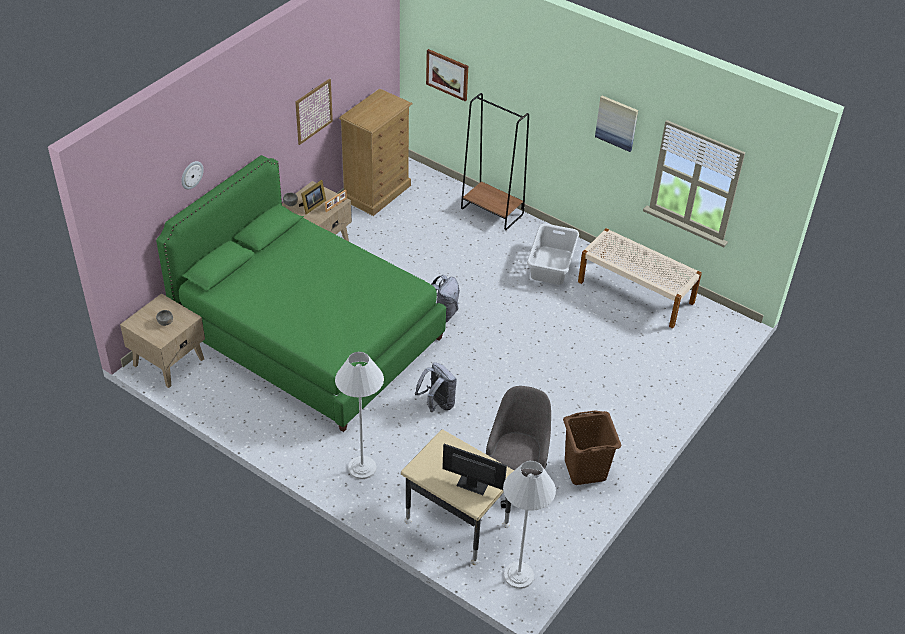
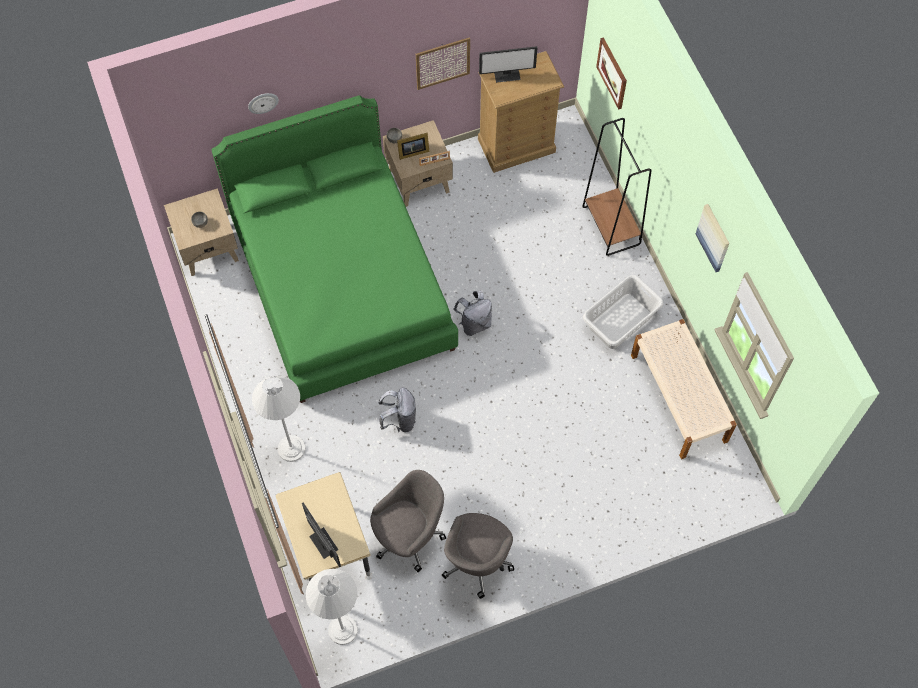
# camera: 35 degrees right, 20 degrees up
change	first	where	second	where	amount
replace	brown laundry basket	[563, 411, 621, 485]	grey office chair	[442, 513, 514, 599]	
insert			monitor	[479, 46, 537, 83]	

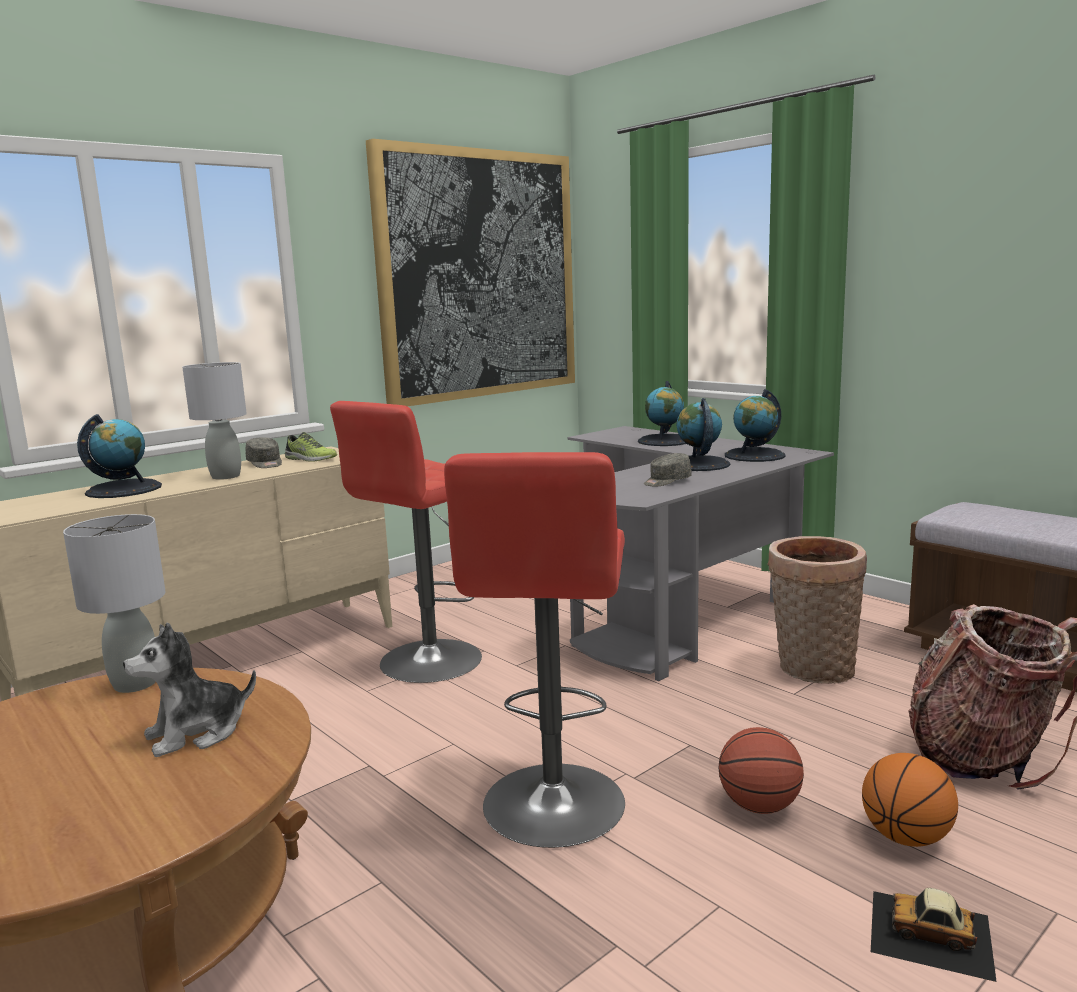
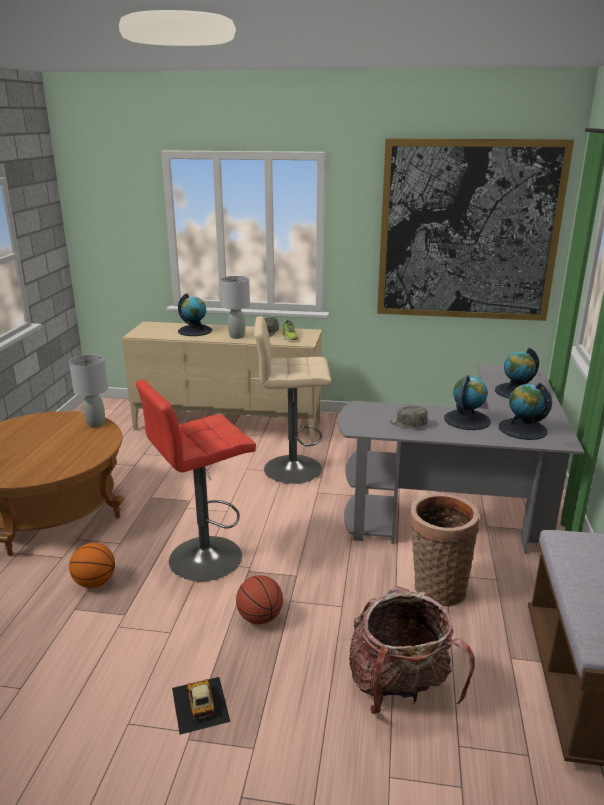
# camera: 50 degrees right, 10 degrees up
change	first	where	second	where	amount
delete	plush toy	[123, 622, 256, 757]			
recolor	red stool	[330, 401, 482, 683]	beige stool	[254, 316, 331, 484]	
move	basketball	[862, 753, 958, 847]		[69, 543, 115, 588]	

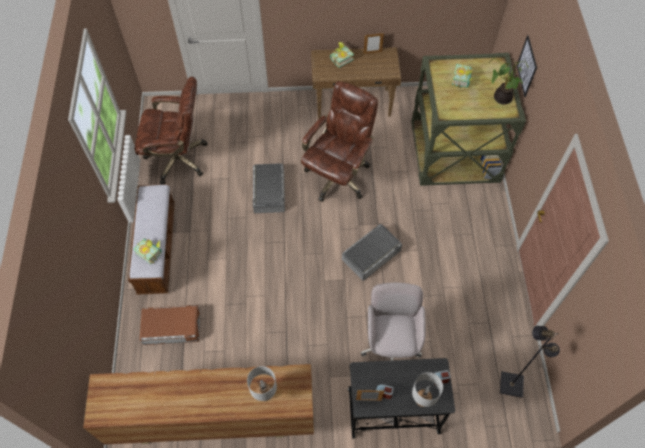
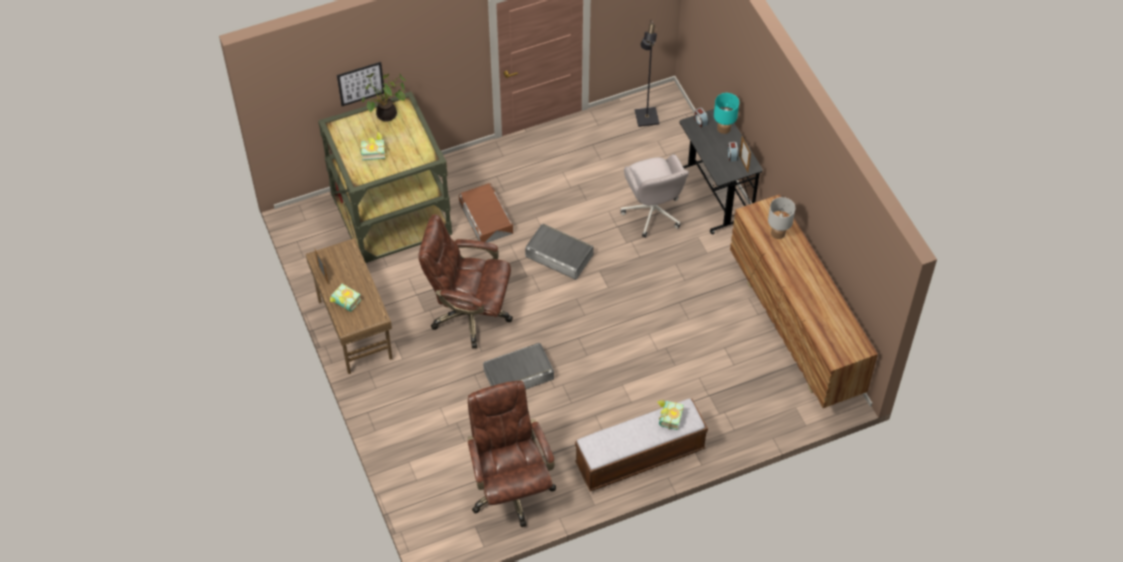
# camera: 110 degrees left, 5 degrees down
change	first	where	second	where	amount
move	brown storage box	[140, 305, 200, 345]		[459, 183, 513, 243]	
rotate	grey office chair	[361, 283, 426, 361]		[621, 154, 689, 237]	90 degrees counterclockwise
recolor	grey table lamp	[412, 372, 443, 407]	turquoise table lamp	[714, 93, 739, 134]	

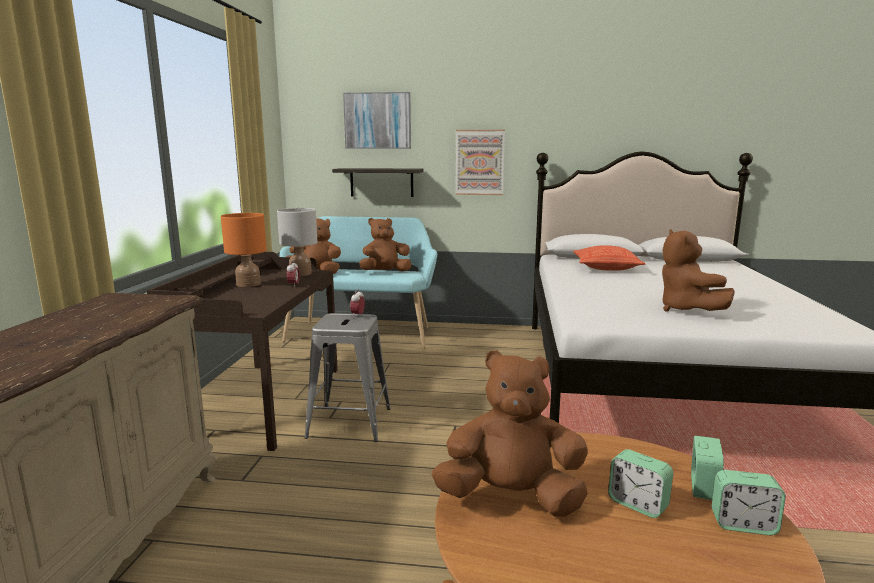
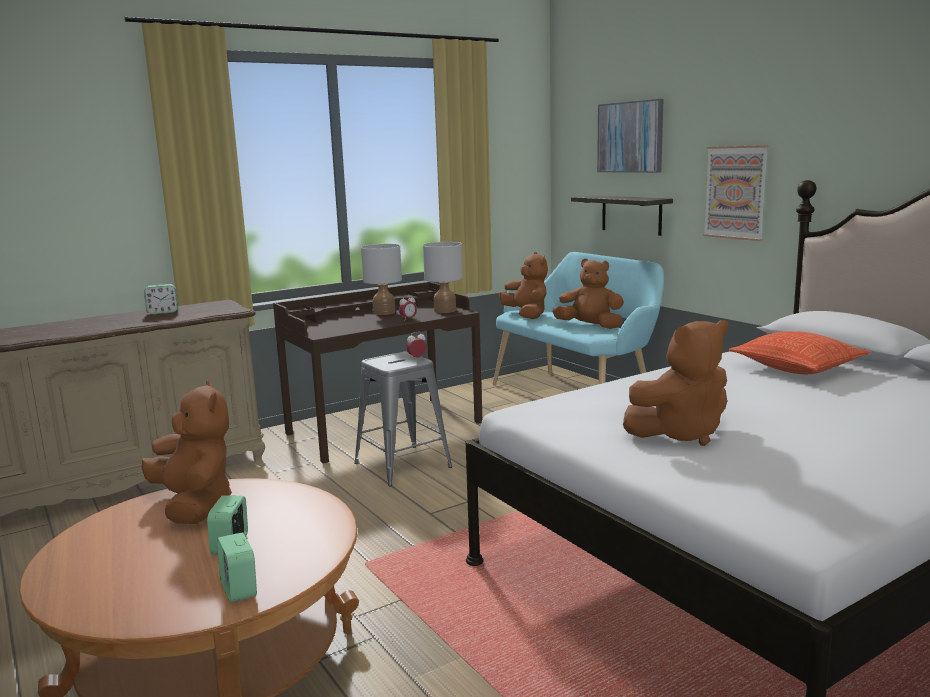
# camera: 50 degrees right, 0 degrees up
change	first	where	second	where	amount
recolor	orange table lamp	[221, 213, 267, 287]	grey table lamp	[361, 244, 402, 315]	
rotate	brown plush toy	[662, 229, 735, 312]		[623, 320, 728, 446]	150 degrees counterclockwise
move	alarm clock	[691, 436, 724, 500]		[144, 284, 178, 314]	

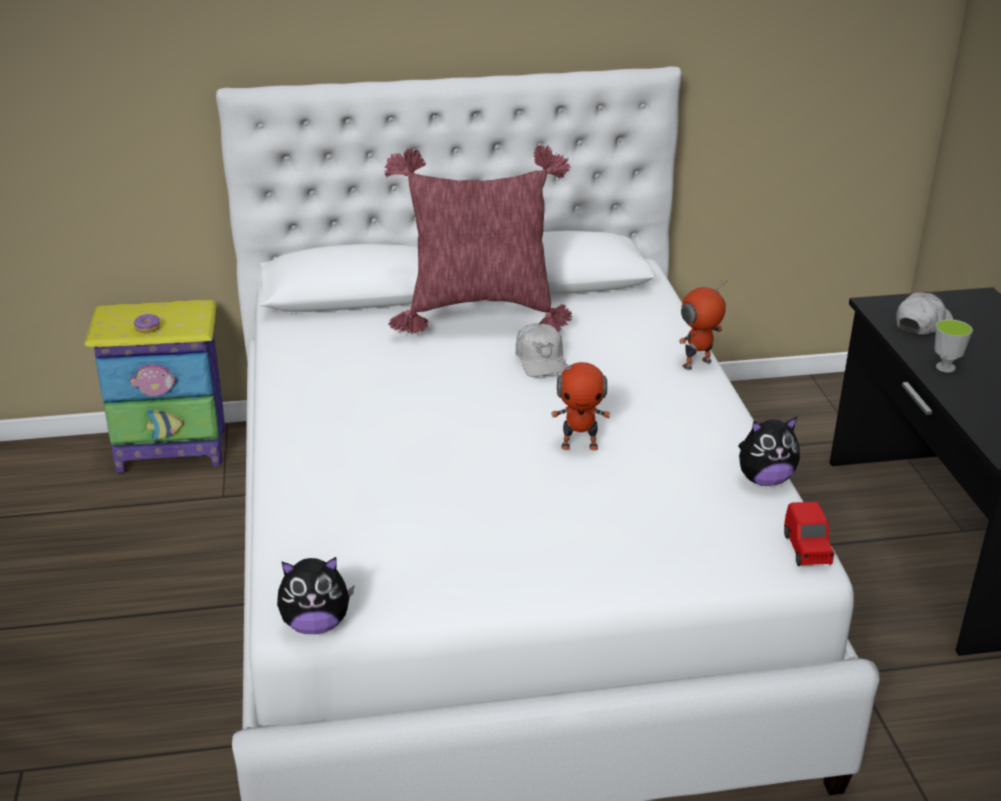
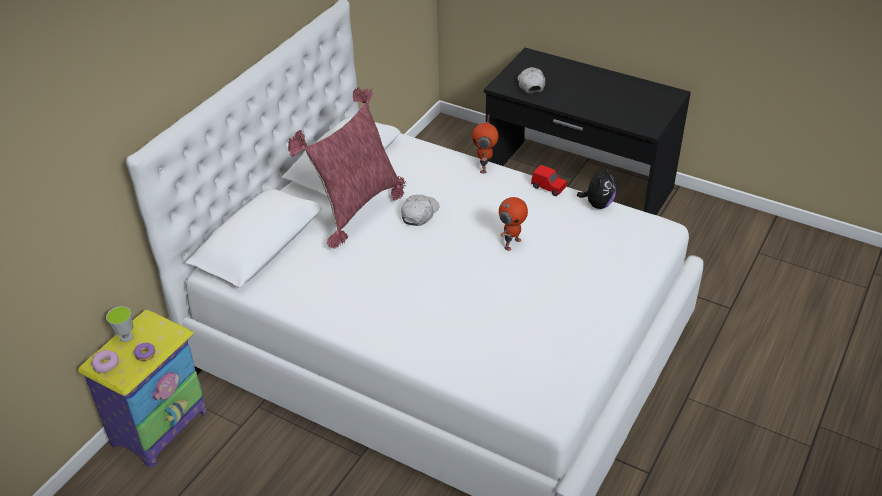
# camera: 50 degrees left, 10 degrees up
change	first	where	second	where	amount
delete	plush toy	[277, 557, 354, 634]			
rotate	white cap	[515, 323, 567, 377]		[401, 195, 440, 226]	90 degrees counterclockwise
move	red toy car	[784, 502, 834, 566]		[531, 165, 568, 196]	
move	cup	[934, 319, 973, 372]		[106, 306, 134, 342]	
insert			donut	[91, 350, 119, 373]	

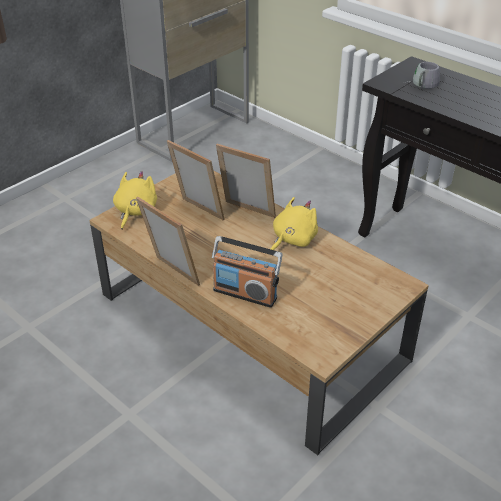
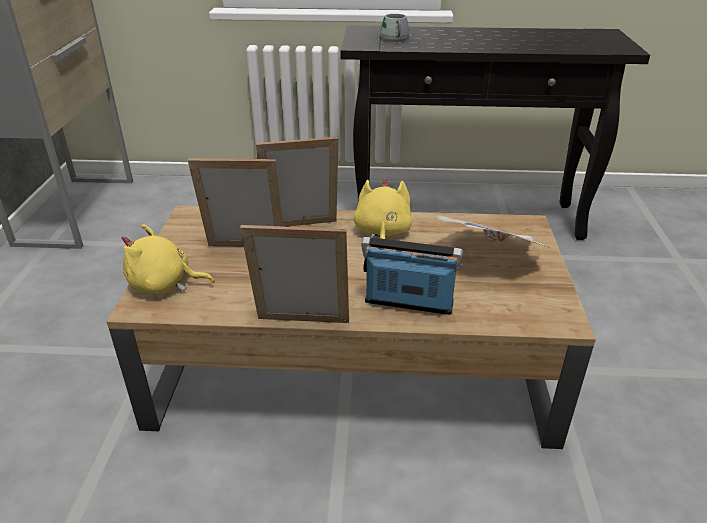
# camera: 40 degrees left, 5 degrees down
change	first	where	second	where	amount
rotate	yellow plush toy	[113, 171, 157, 230]		[122, 224, 215, 294]	60 degrees counterclockwise
rotate	radio	[212, 236, 282, 308]		[361, 237, 463, 315]	150 degrees counterclockwise
insert			newspaper	[436, 215, 547, 247]	

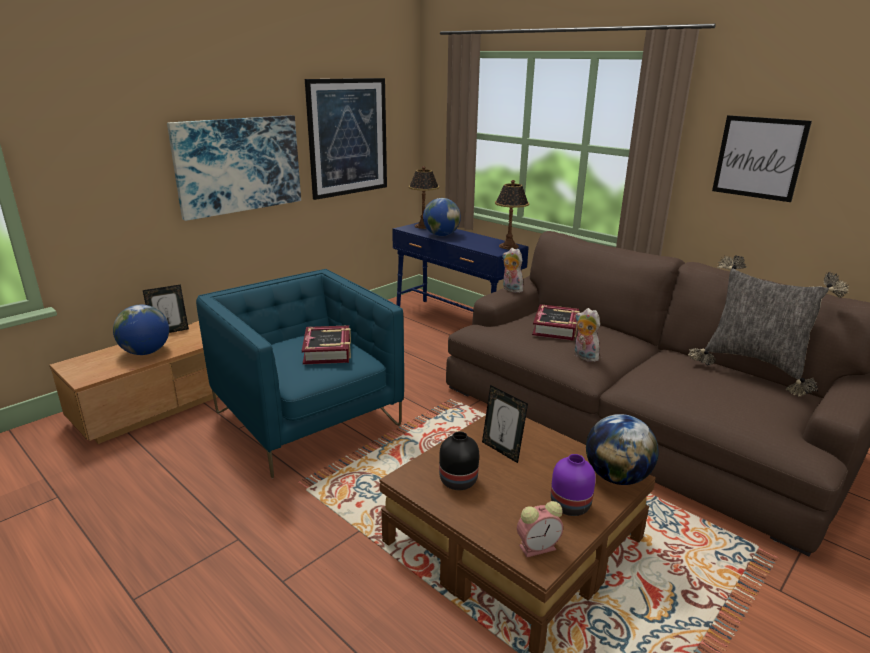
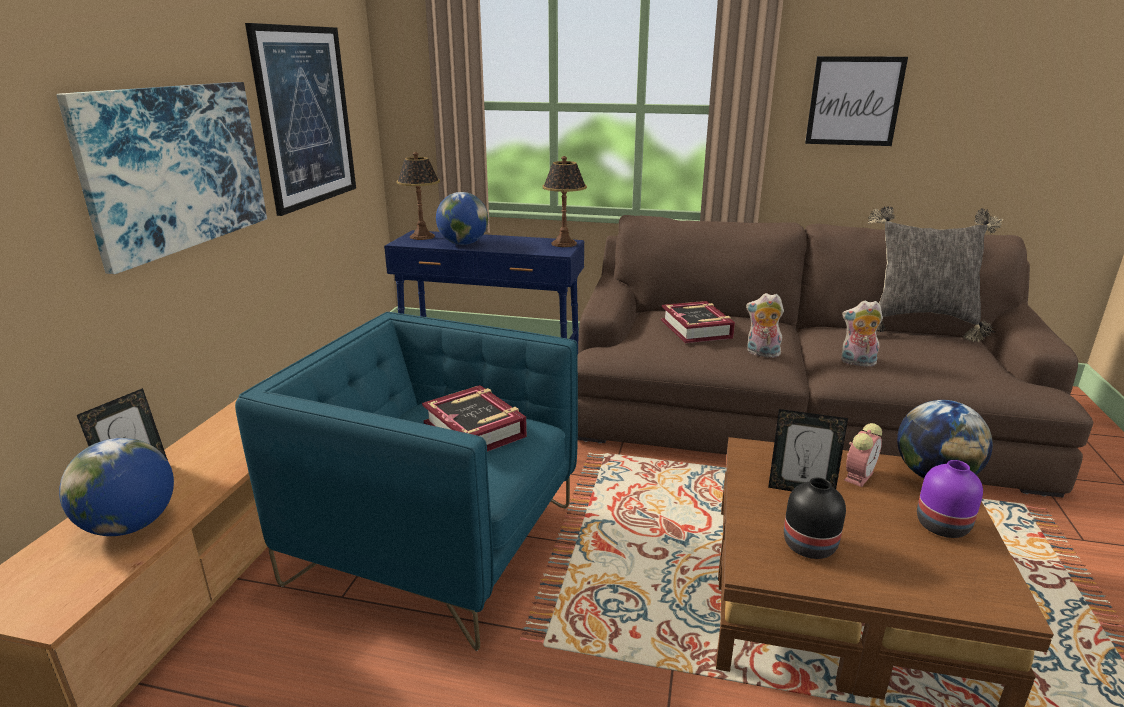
# camera: 30 degrees left, 0 degrees up
change	first	where	second	where	amount
move	plush toy	[503, 248, 524, 293]		[841, 301, 883, 367]	
move	alarm clock	[517, 501, 563, 557]		[844, 423, 882, 487]	

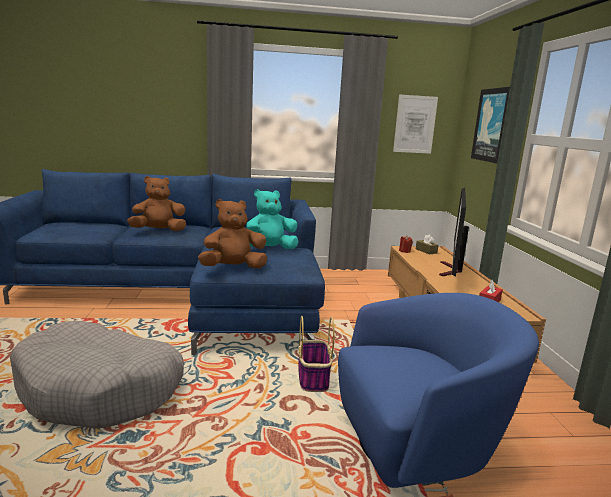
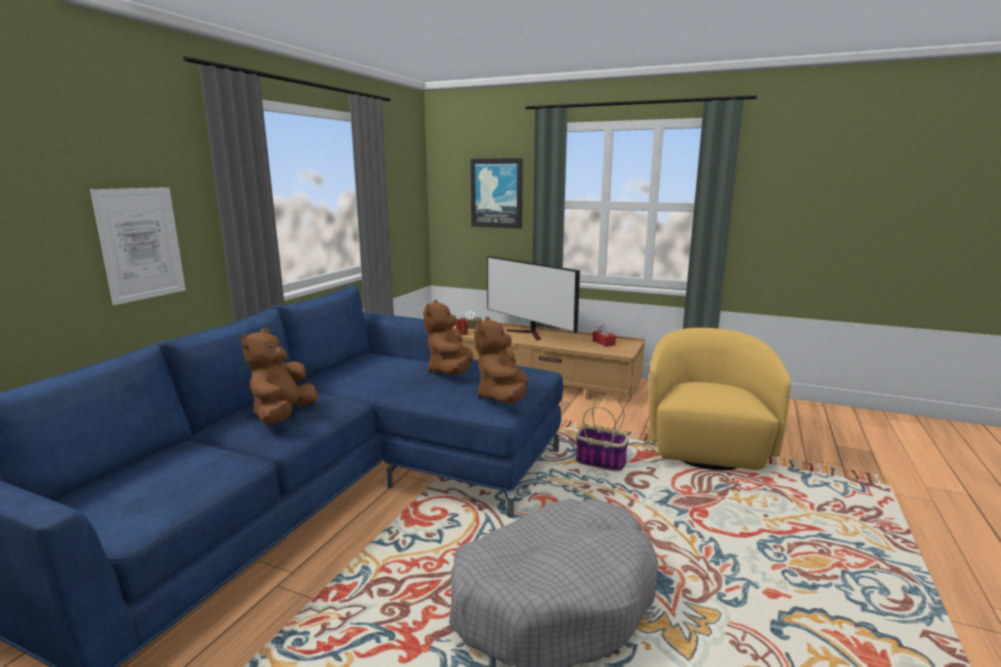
# camera: 60 degrees left, 0 degrees up
change	first	where	second	where	amount
recolor	turquoise plush toy	[246, 189, 299, 249]	brown plush toy	[423, 300, 474, 375]	
recolor	blue armchair	[338, 293, 539, 488]	yellow armchair	[649, 328, 791, 470]	
move	picture	[393, 95, 438, 154]		[90, 187, 186, 305]	

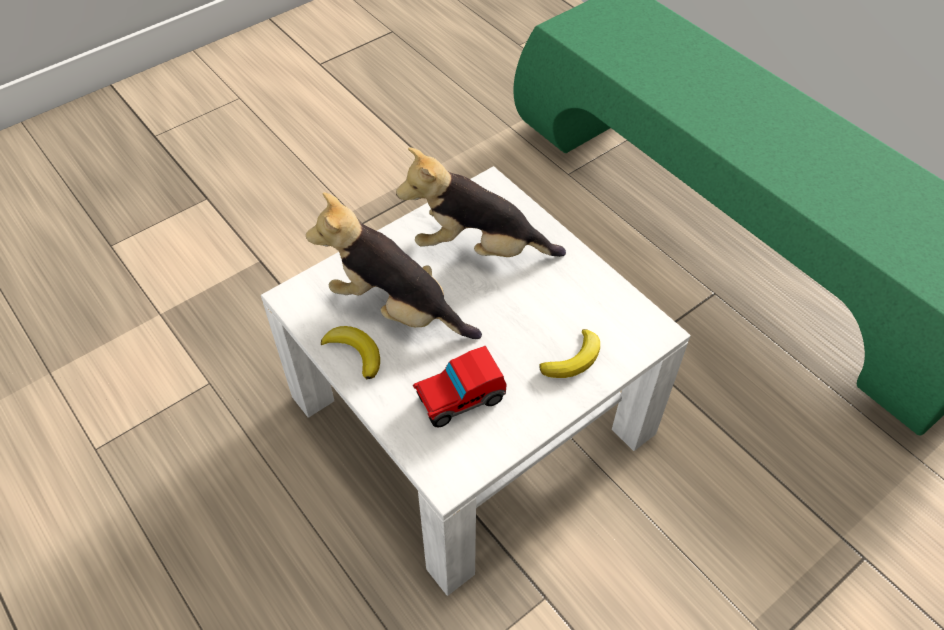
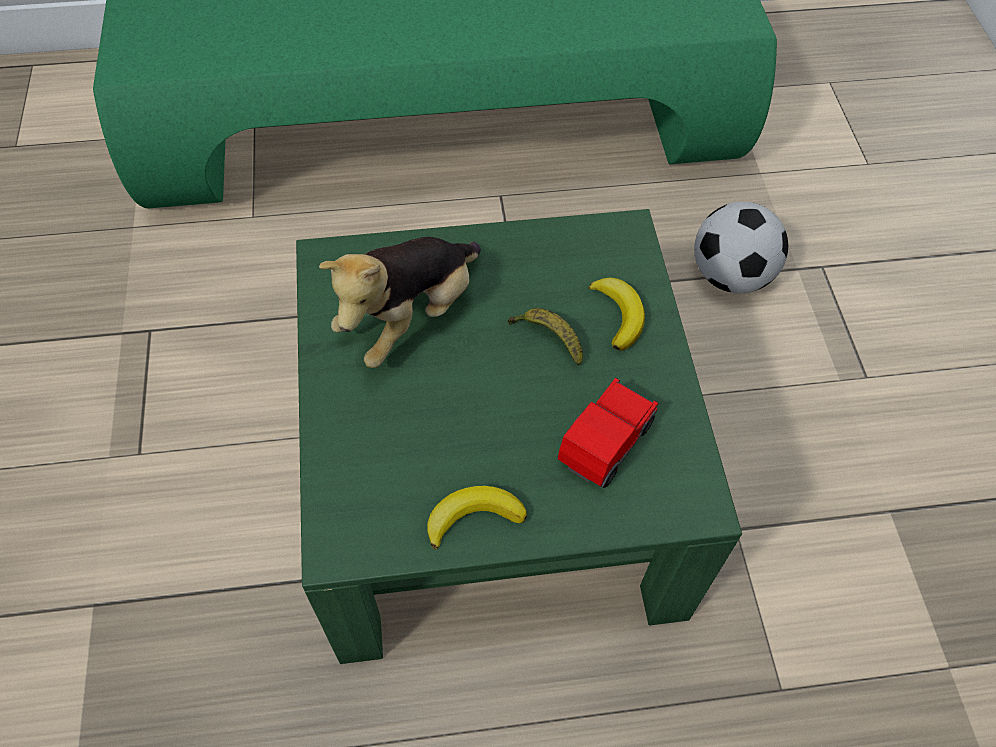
# camera: 60 degrees left, 5 degrees up
change	first	where	second	where	amount
recolor	white coffee table	[261, 166, 691, 596]	green coffee table	[296, 209, 742, 664]	
delete	plush toy	[306, 192, 482, 339]			
rotate	toy car	[413, 346, 506, 427]		[557, 378, 658, 488]	150 degrees counterclockwise
insert			banana	[508, 308, 583, 365]	
insert			football	[694, 202, 788, 293]	

